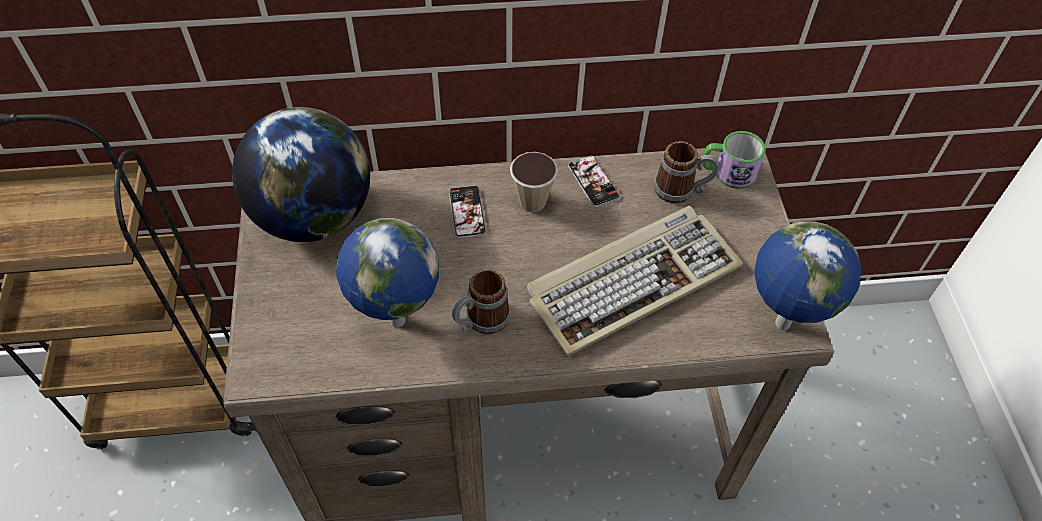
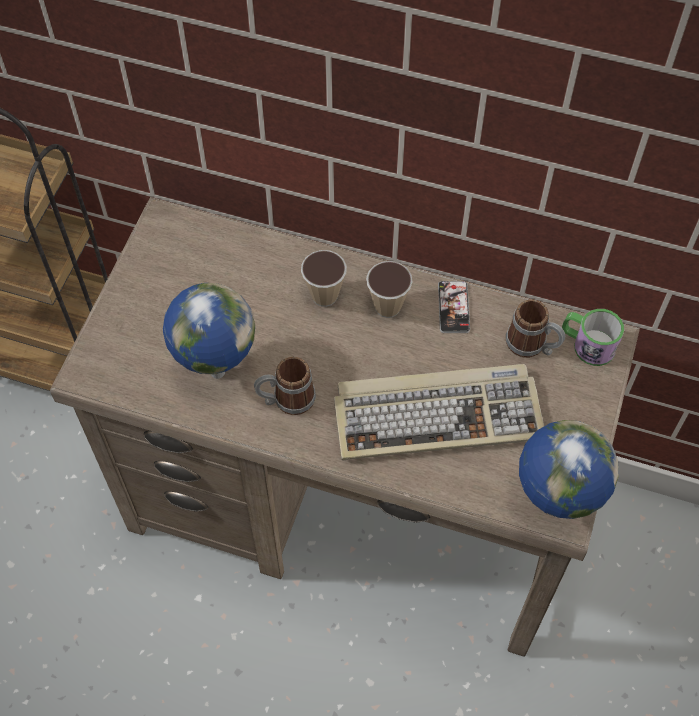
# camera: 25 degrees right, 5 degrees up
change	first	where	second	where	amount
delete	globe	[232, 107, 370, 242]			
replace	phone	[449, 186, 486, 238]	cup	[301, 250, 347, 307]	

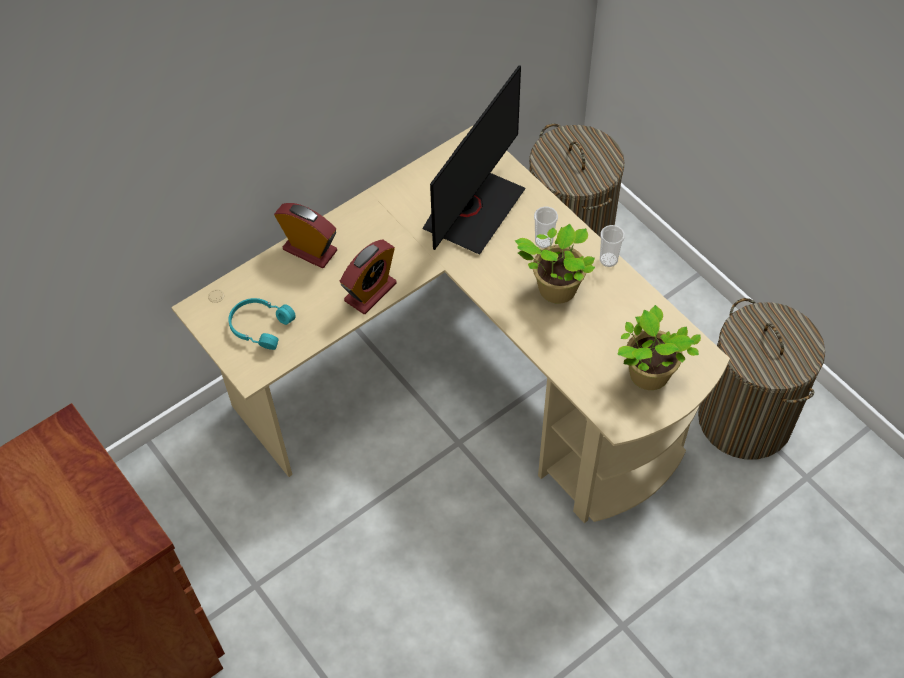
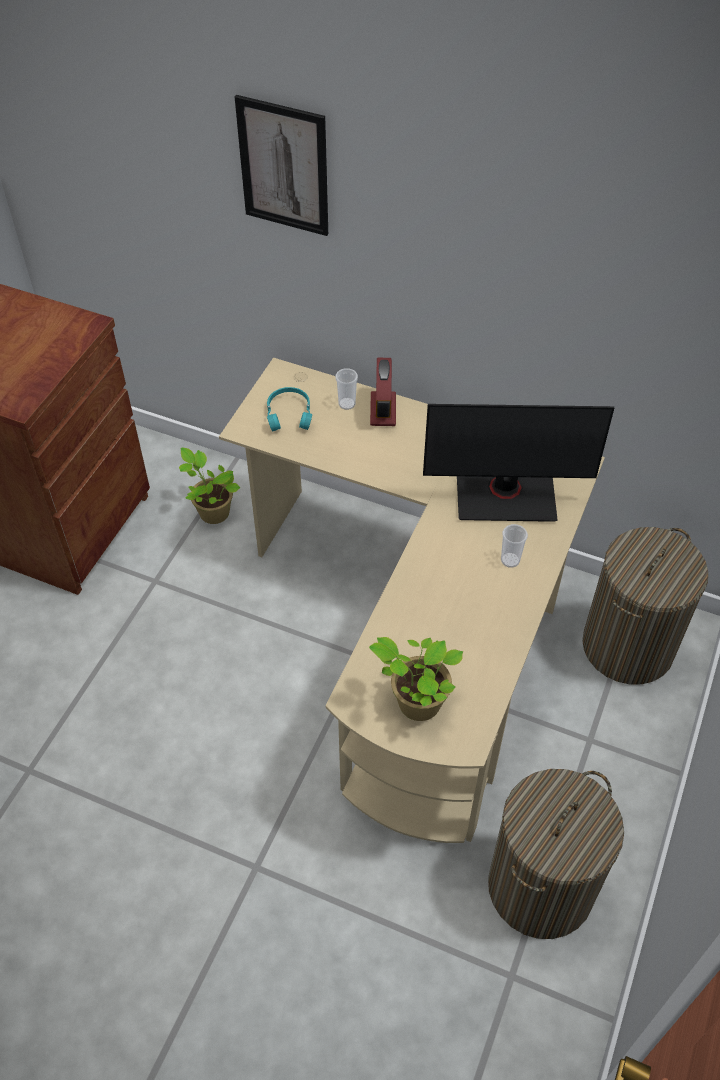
# camera: 60 degrees right, 5 degrees down
change	first	where	second	where	amount
delete	alarm clock	[340, 240, 397, 314]			
move	potted plant	[515, 224, 595, 304]		[179, 448, 241, 524]	
move	cup	[600, 225, 625, 267]		[336, 368, 358, 410]	
insert			picture	[235, 95, 328, 236]	

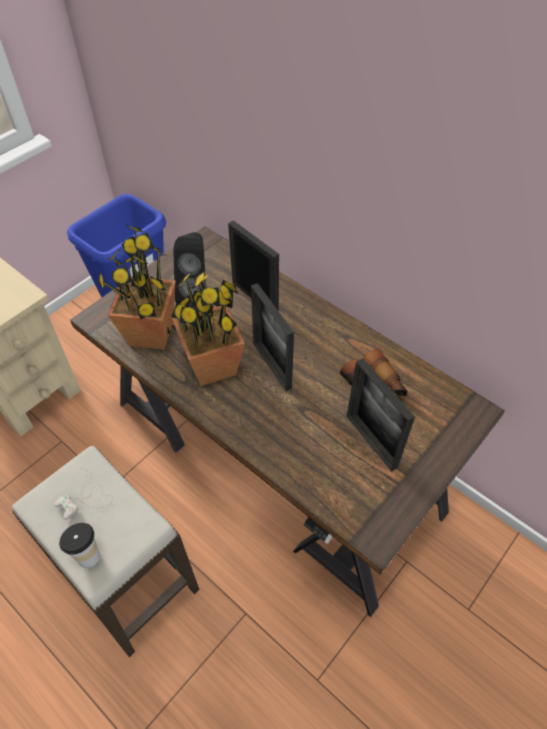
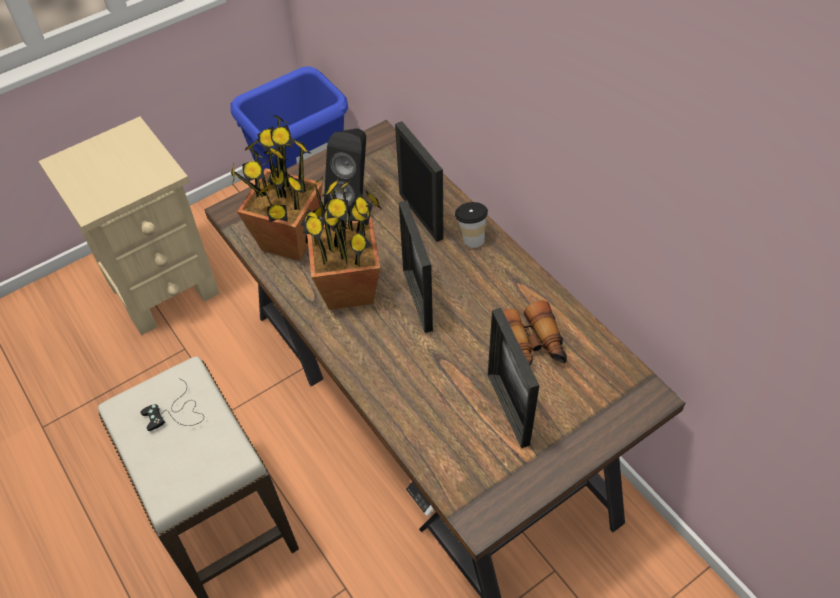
# camera: 15 degrees right, 0 degrees up
change	first	where	second	where	amount
recolor	white game controller	[54, 468, 113, 520]	black game controller	[140, 378, 204, 431]	
move	cup	[59, 523, 100, 568]		[455, 202, 488, 248]	

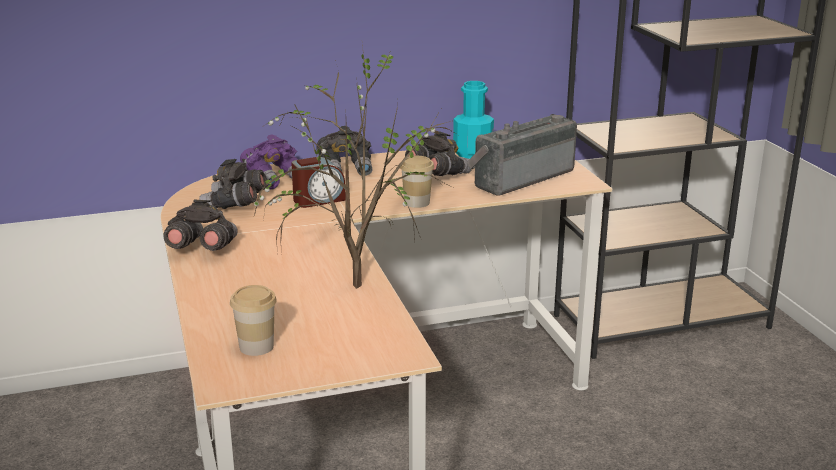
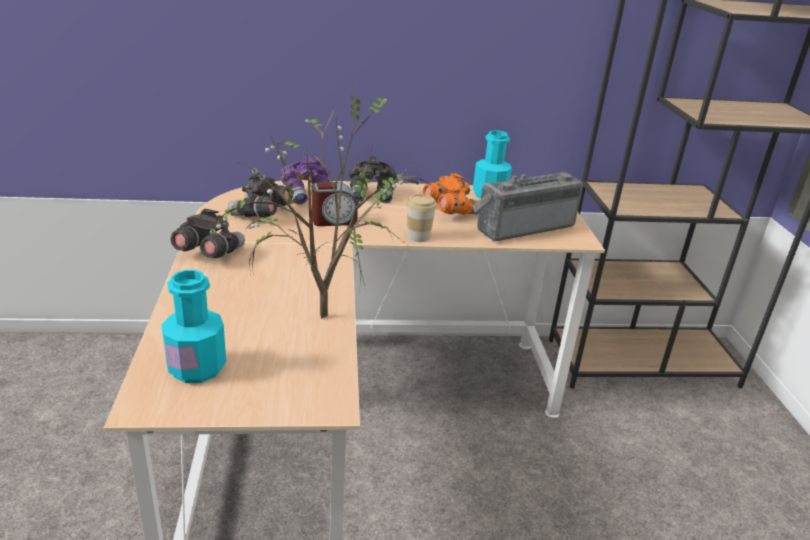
# camera: 10 degrees right, 5 degrees up
change	first	where	second	where	amount
replace	cup	[230, 285, 277, 356]	turquoise bottle	[161, 270, 226, 383]	
recolor	grey binoculars	[405, 132, 472, 176]	orange binoculars	[422, 173, 479, 215]	

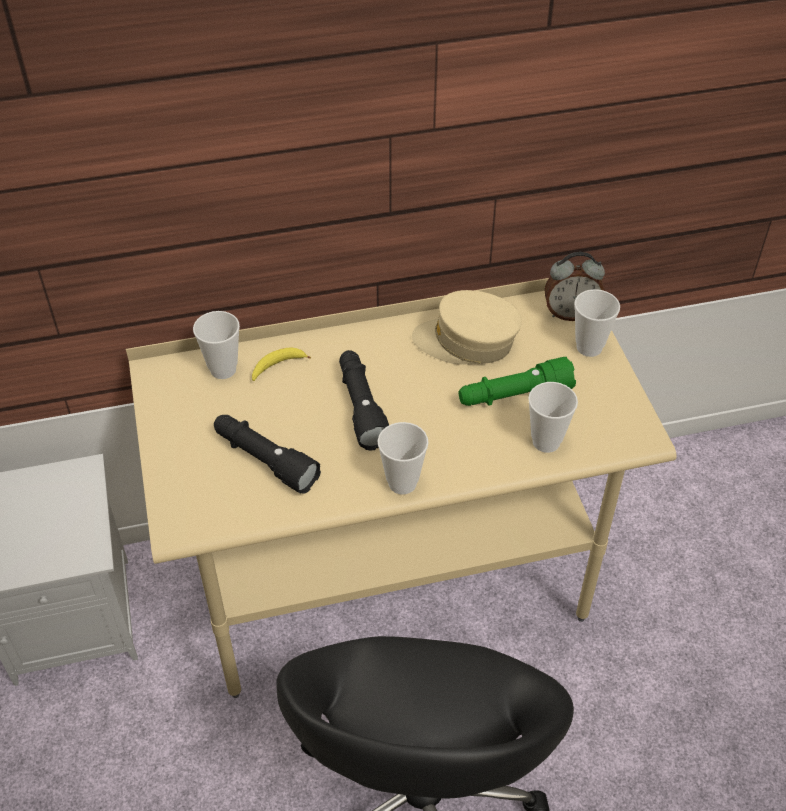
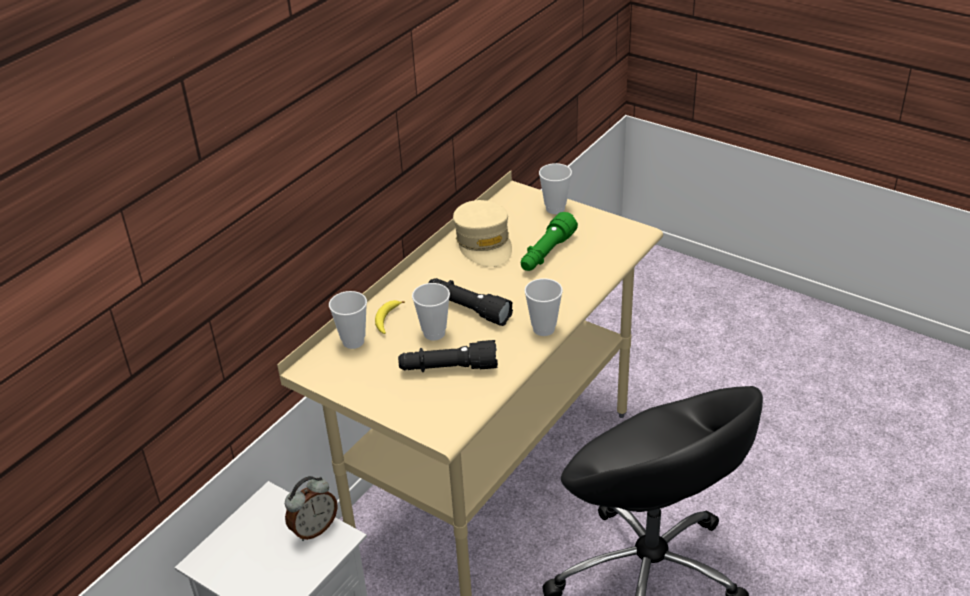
# camera: 40 degrees left, 10 degrees down
change	first	where	second	where	amount
rotate	beige cap	[412, 290, 522, 365]		[453, 200, 512, 267]	75 degrees counterclockwise
move	cup	[528, 382, 578, 453]		[412, 283, 450, 341]	
move	alarm clock	[544, 252, 605, 321]		[285, 476, 338, 541]	

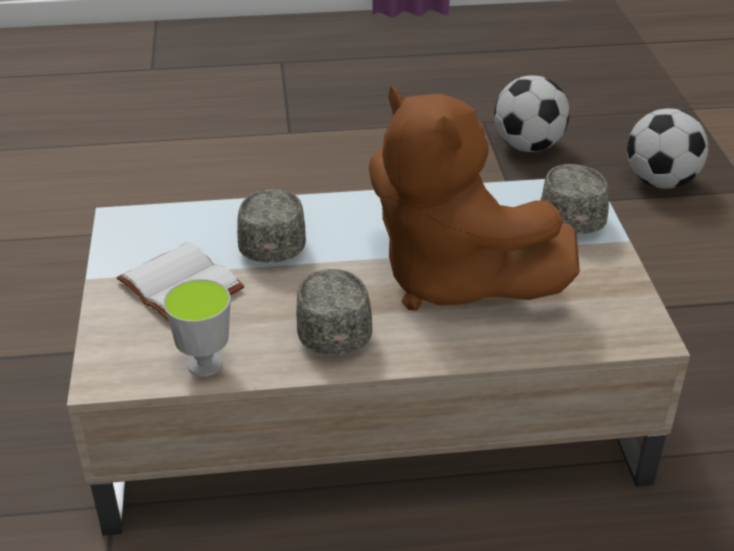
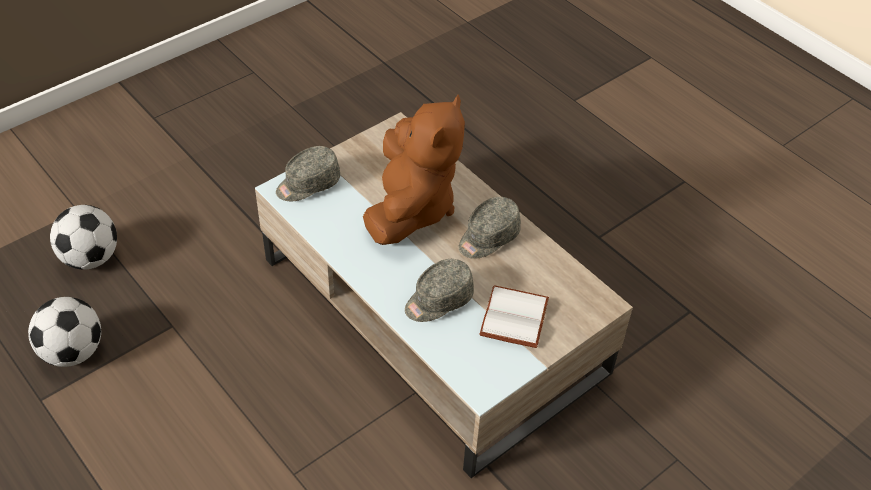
# camera: 125 degrees left, 10 degrees up
change	first	where	second	where	amount
delete	cup	[163, 279, 231, 377]			

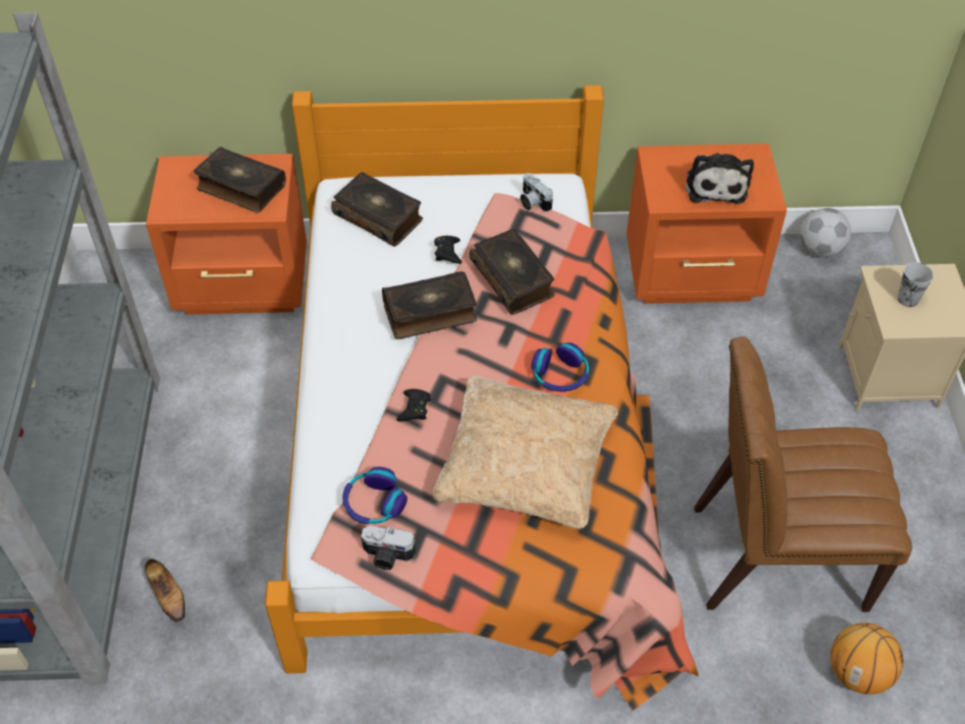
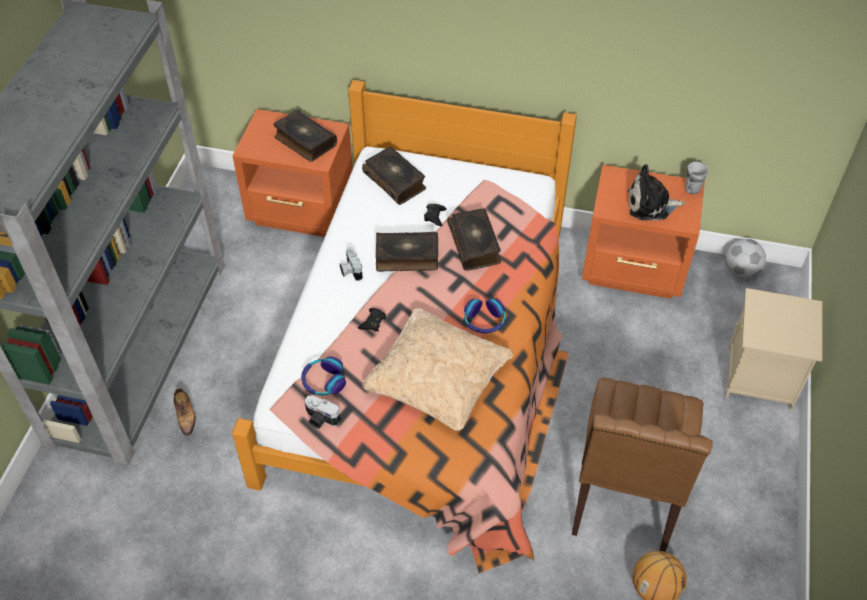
# camera: 15 degrees right, 0 degrees up
change	first	where	second	where	amount
move	photo camera	[520, 173, 553, 212]		[340, 247, 363, 281]	
rotate	plush toy	[686, 153, 754, 204]		[628, 164, 685, 221]	75 degrees clockwise
rotate	brown chair	[694, 337, 912, 612]		[572, 378, 713, 552]	90 degrees counterclockwise
move	cup	[898, 262, 934, 307]		[685, 162, 709, 194]	

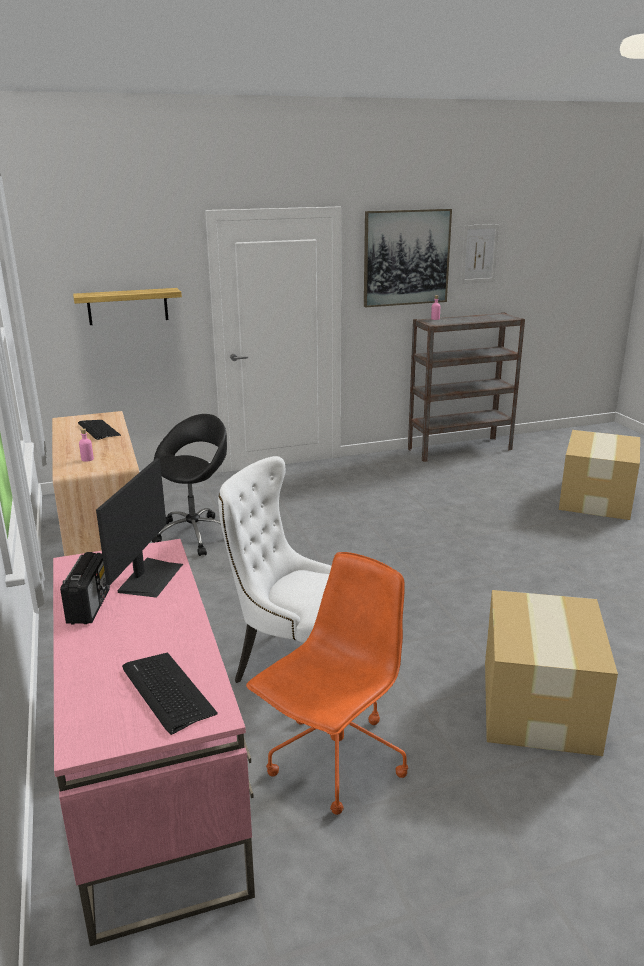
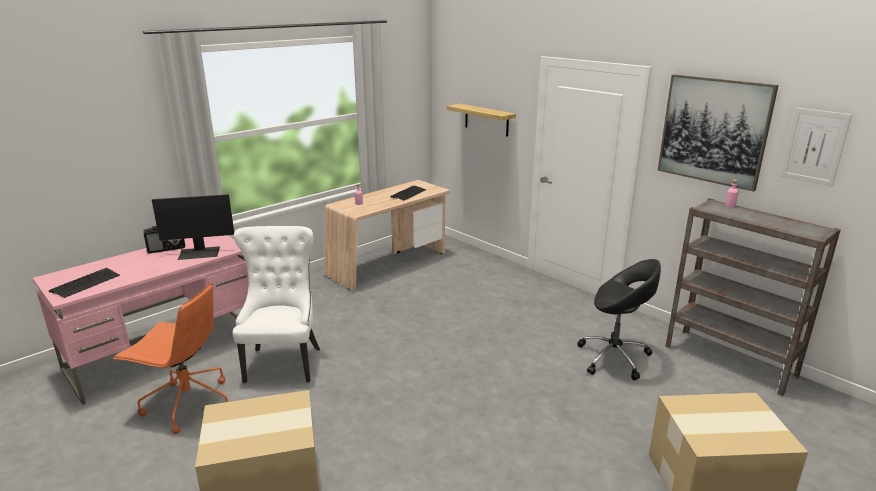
# camera: 65 degrees right, 0 degrees up
change	first	where	second	where	amount
move	black office chair	[152, 414, 227, 556]		[577, 259, 661, 380]	

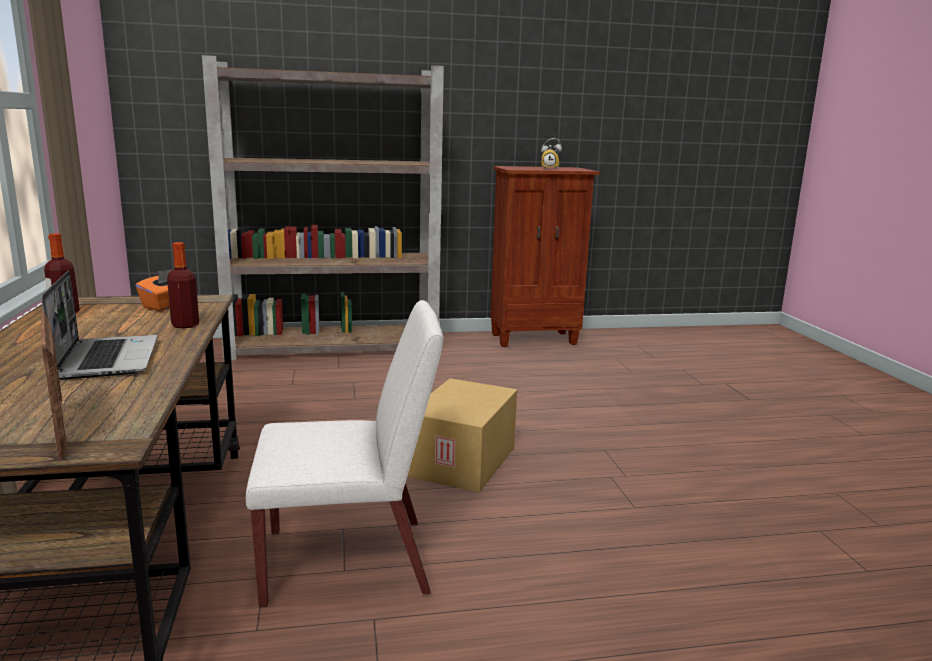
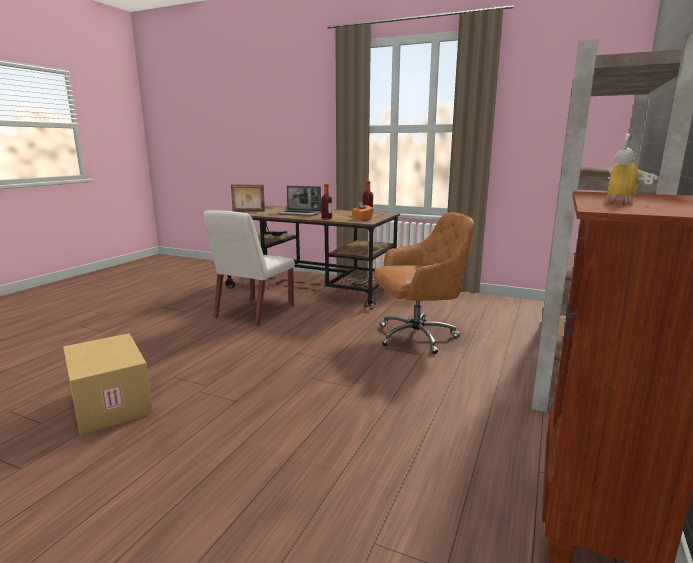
# camera: 125 degrees right, 0 degrees up
change	first	where	second	where	amount
move	cardboard box	[407, 378, 517, 493]		[63, 333, 153, 435]	
insert			brown office chair	[374, 212, 474, 354]	

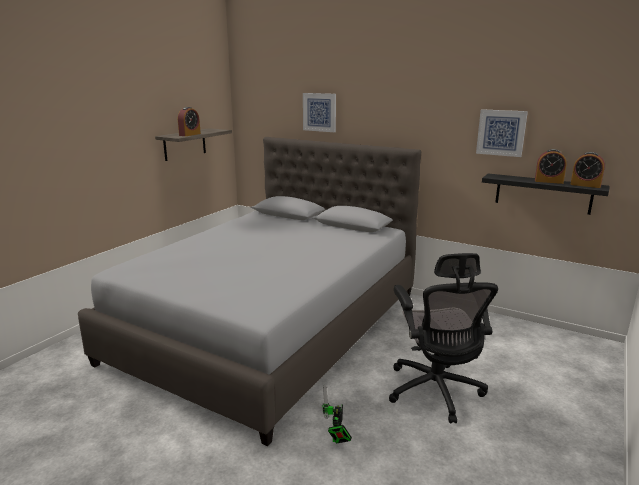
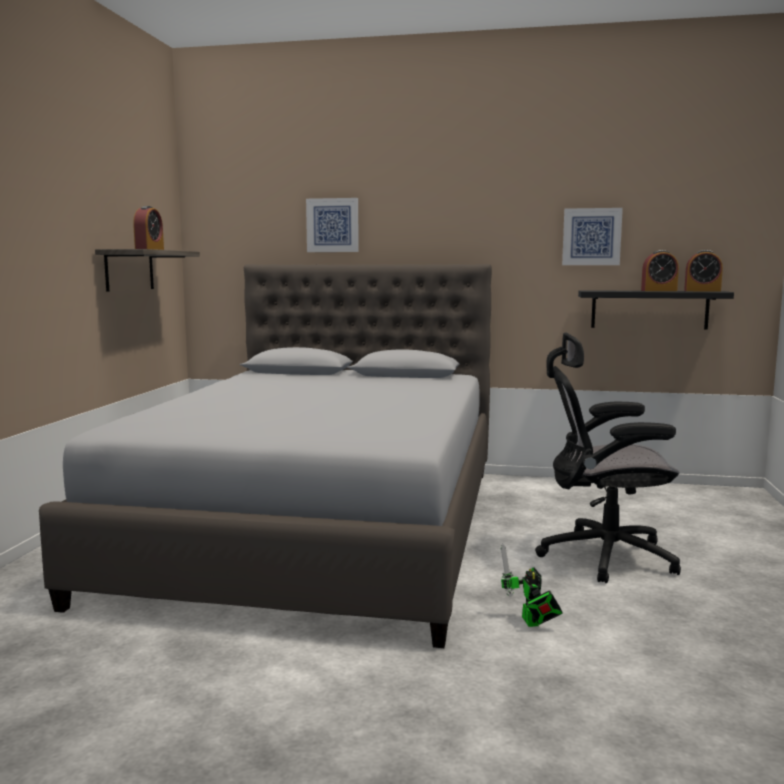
# camera: 20 degrees left, 10 degrees down
change	first	where	second	where	amount
rotate	office chair	[389, 253, 498, 424]		[535, 332, 681, 583]	120 degrees clockwise

